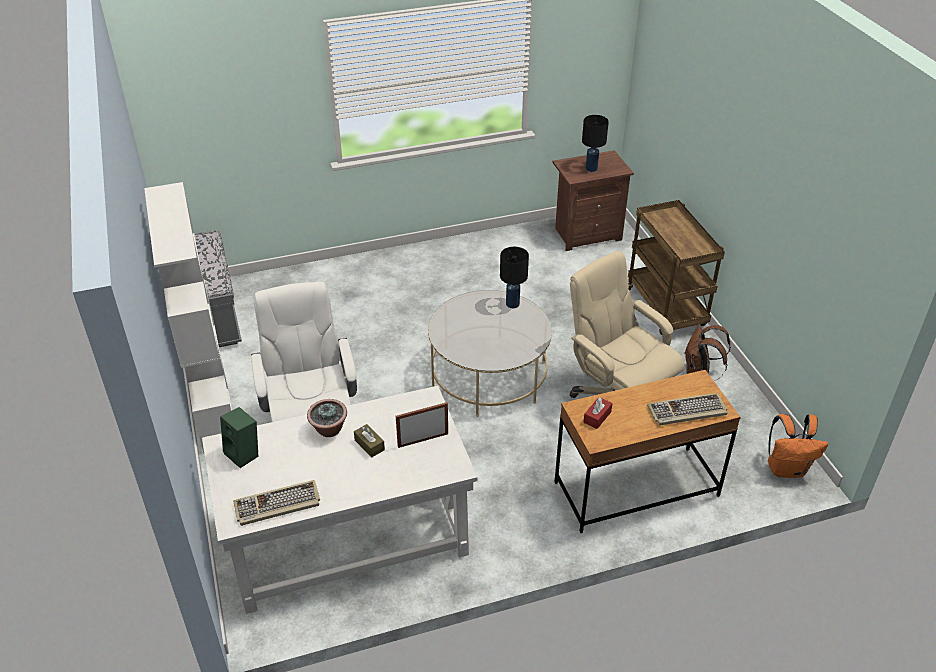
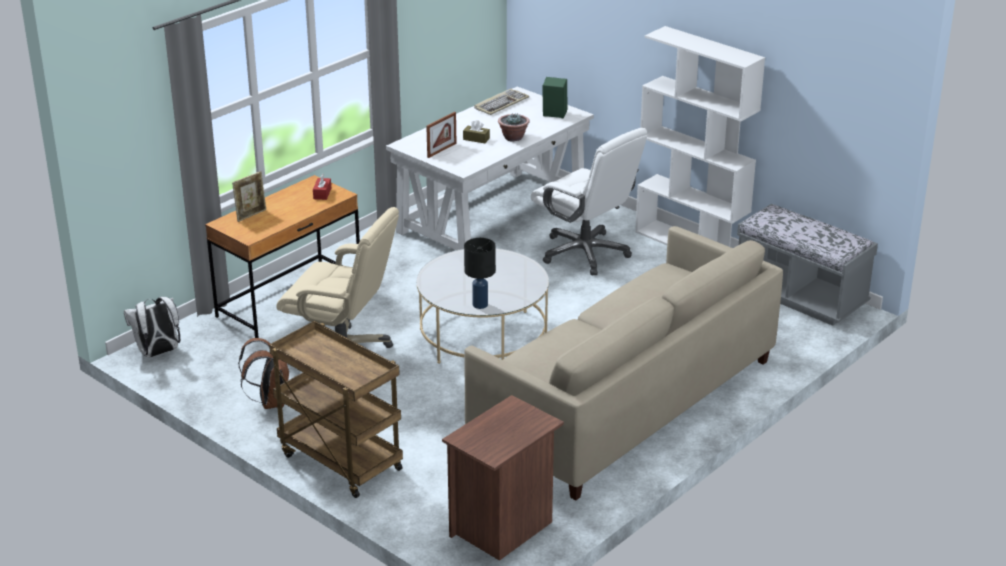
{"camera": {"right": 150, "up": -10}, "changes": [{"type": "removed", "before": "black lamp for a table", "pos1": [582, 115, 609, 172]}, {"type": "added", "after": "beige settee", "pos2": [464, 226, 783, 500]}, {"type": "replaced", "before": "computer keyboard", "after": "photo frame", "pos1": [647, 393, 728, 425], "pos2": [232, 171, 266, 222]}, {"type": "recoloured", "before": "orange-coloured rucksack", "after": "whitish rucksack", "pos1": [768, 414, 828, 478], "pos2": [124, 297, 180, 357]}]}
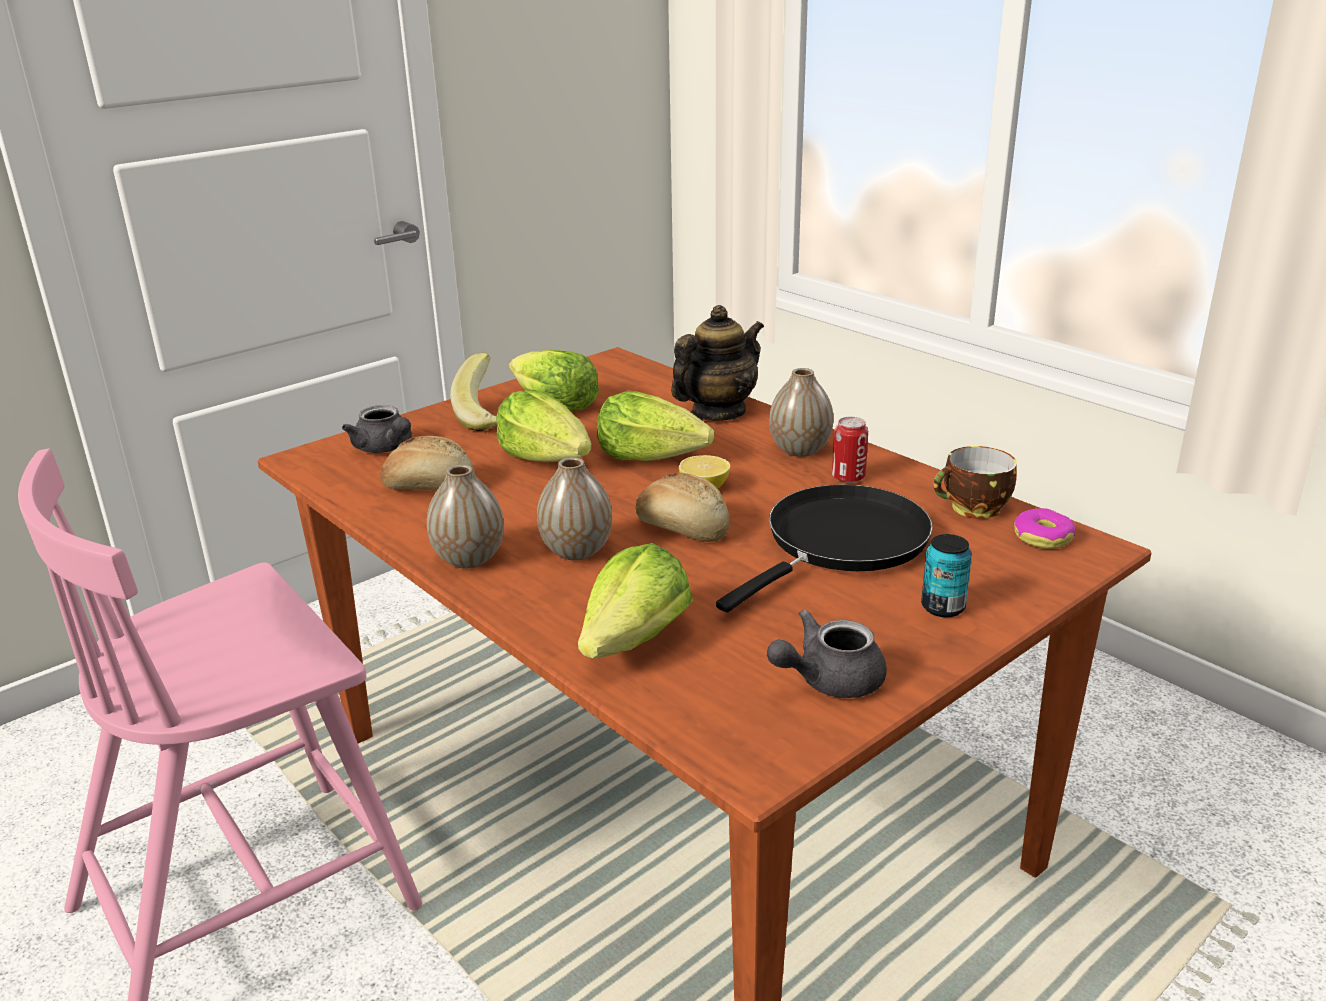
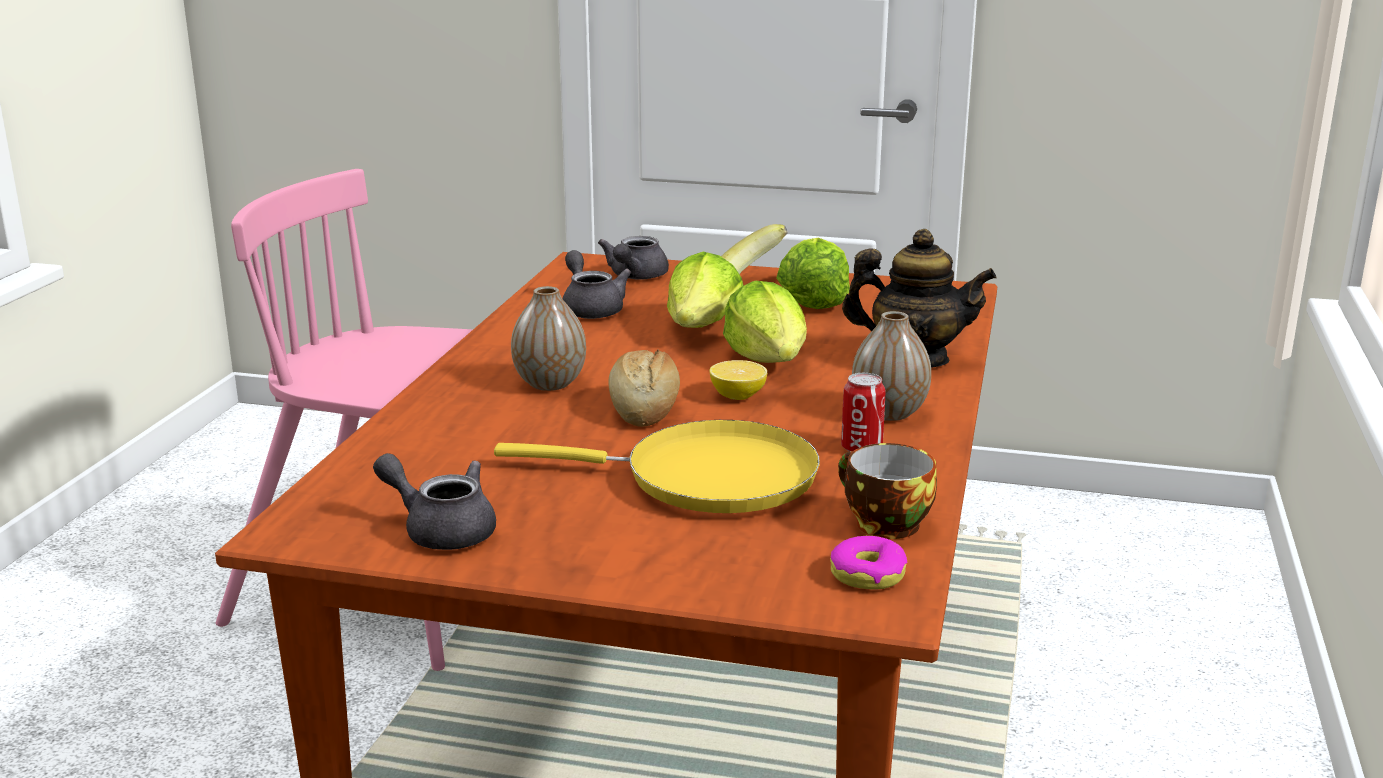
{"camera": {"right": 55, "up": -5}, "changes": [{"type": "removed", "before": "vase", "pos1": [427, 465, 504, 569]}, {"type": "removed", "before": "lettuce", "pos1": [578, 543, 693, 658]}, {"type": "removed", "before": "sealed can", "pos1": [921, 534, 972, 617]}, {"type": "replaced", "before": "bakery bread", "after": "greyish teapot", "pos1": [380, 436, 476, 491], "pos2": [562, 250, 631, 319]}, {"type": "recoloured", "before": "black pan", "after": "yellowish pan", "pos1": [716, 484, 933, 612], "pos2": [494, 420, 820, 513]}]}
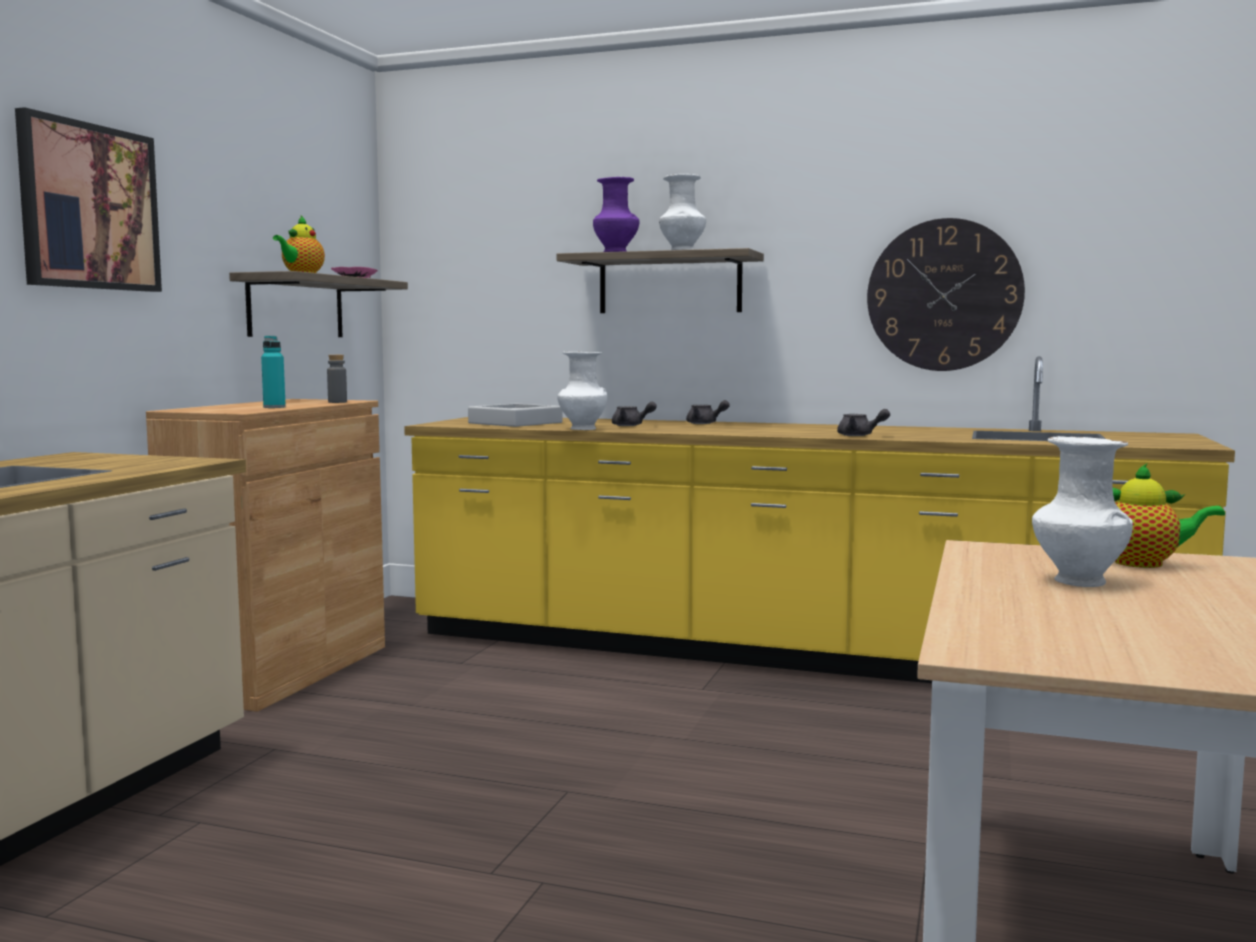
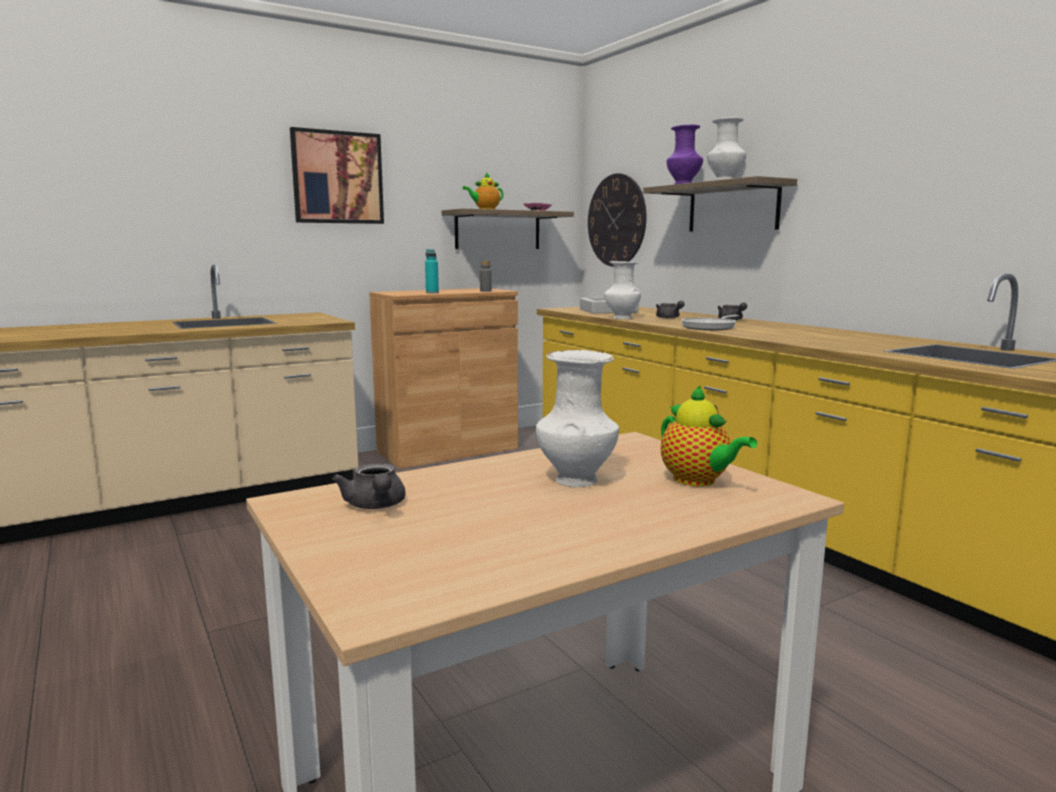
{"camera": {"right": 40, "up": 5}, "changes": [{"type": "added", "after": "pan", "pos2": [682, 315, 739, 330]}, {"type": "moved", "before": "greyish teapot", "pos1": [837, 409, 890, 436], "pos2": [332, 463, 405, 509]}, {"type": "moved", "before": "hanging clock", "pos1": [867, 218, 1025, 371], "pos2": [588, 173, 646, 267]}]}
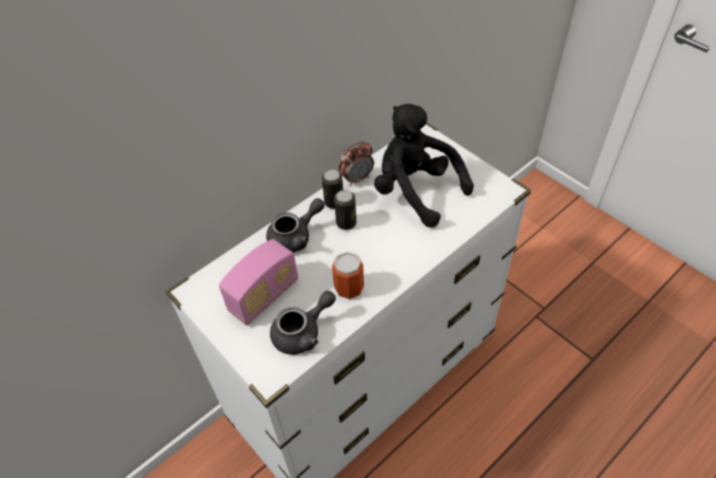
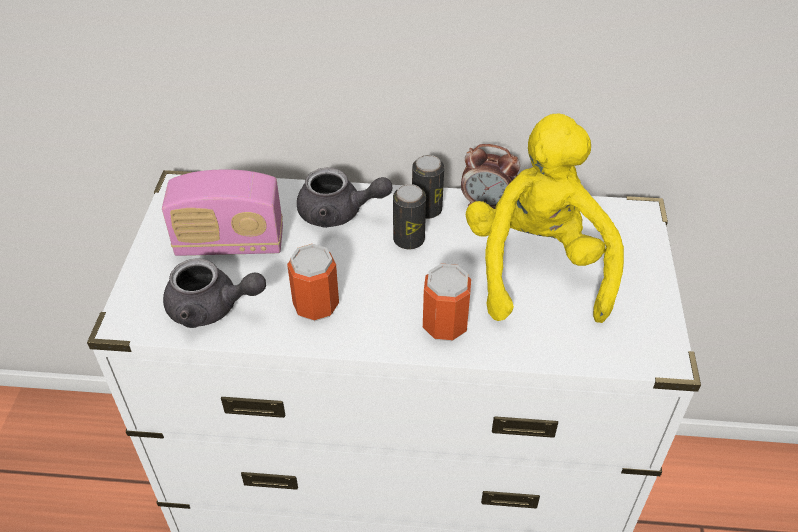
{"camera": {"right": 45, "up": -5}, "changes": [{"type": "added", "after": "sealed can", "pos2": [423, 263, 471, 341]}, {"type": "recoloured", "before": "black cuddly toy", "after": "yellowish cuddly toy", "pos1": [374, 104, 474, 228], "pos2": [466, 114, 624, 323]}]}
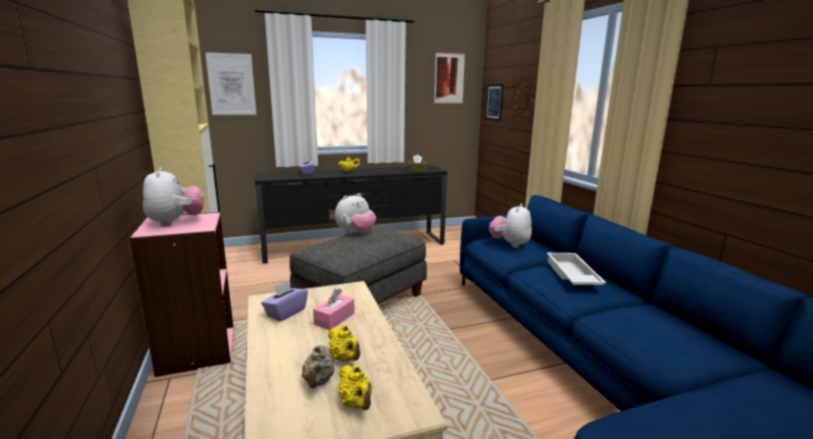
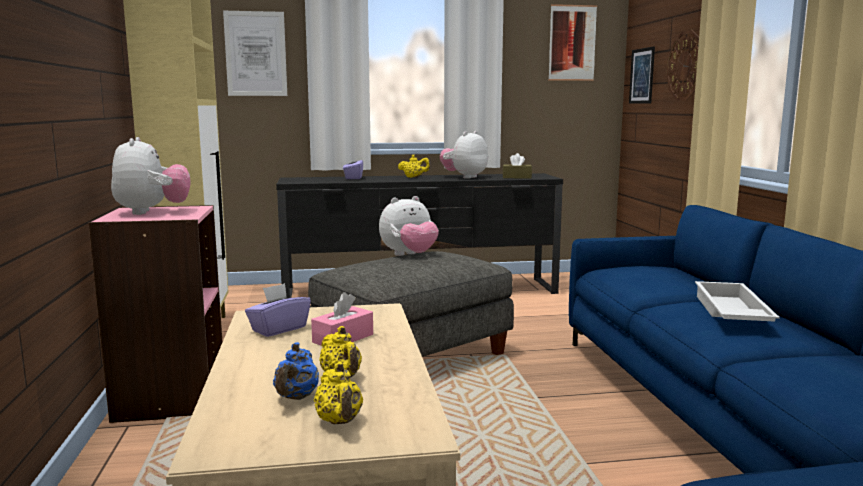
{"camera": {"right": 10, "up": -5}, "changes": [{"type": "moved", "before": "cuddly toy", "pos1": [489, 203, 532, 248], "pos2": [440, 131, 488, 179]}, {"type": "recoloured", "before": "beige teapot", "after": "bluish teapot", "pos1": [302, 345, 334, 388], "pos2": [273, 342, 319, 400]}]}
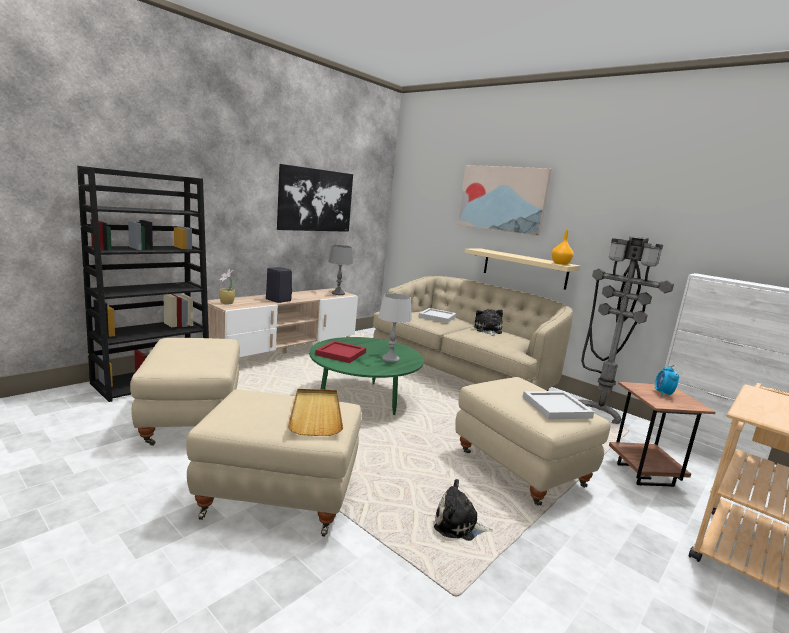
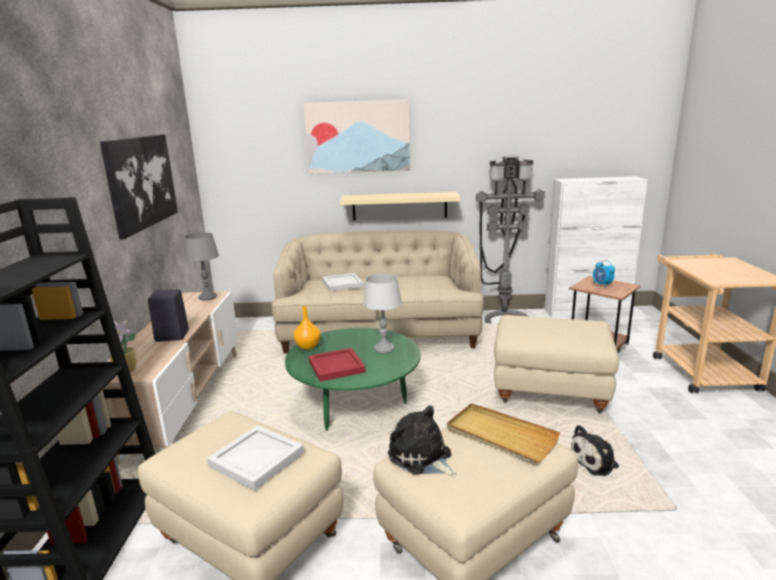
{"camera": {"right": -40, "up": 5}, "changes": [{"type": "moved", "before": "cuddly toy", "pos1": [474, 309, 503, 336], "pos2": [388, 405, 457, 476]}, {"type": "moved", "before": "whitish serving tray", "pos1": [522, 391, 594, 420], "pos2": [207, 425, 304, 491]}, {"type": "moved", "before": "orange-coloured vase", "pos1": [552, 230, 574, 265], "pos2": [293, 306, 320, 350]}]}
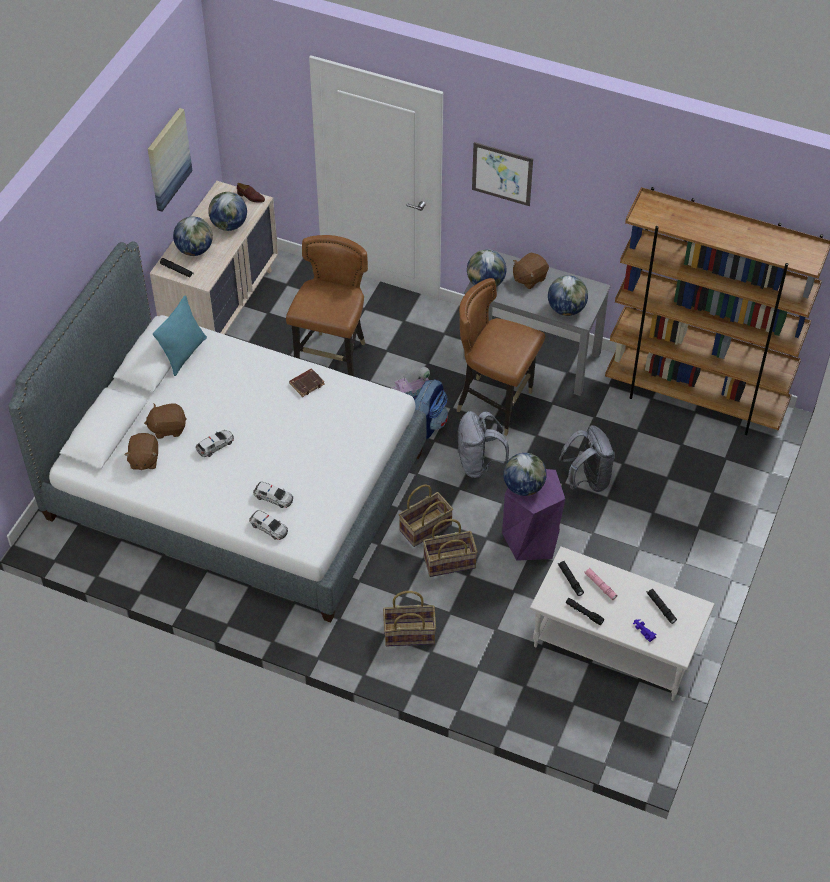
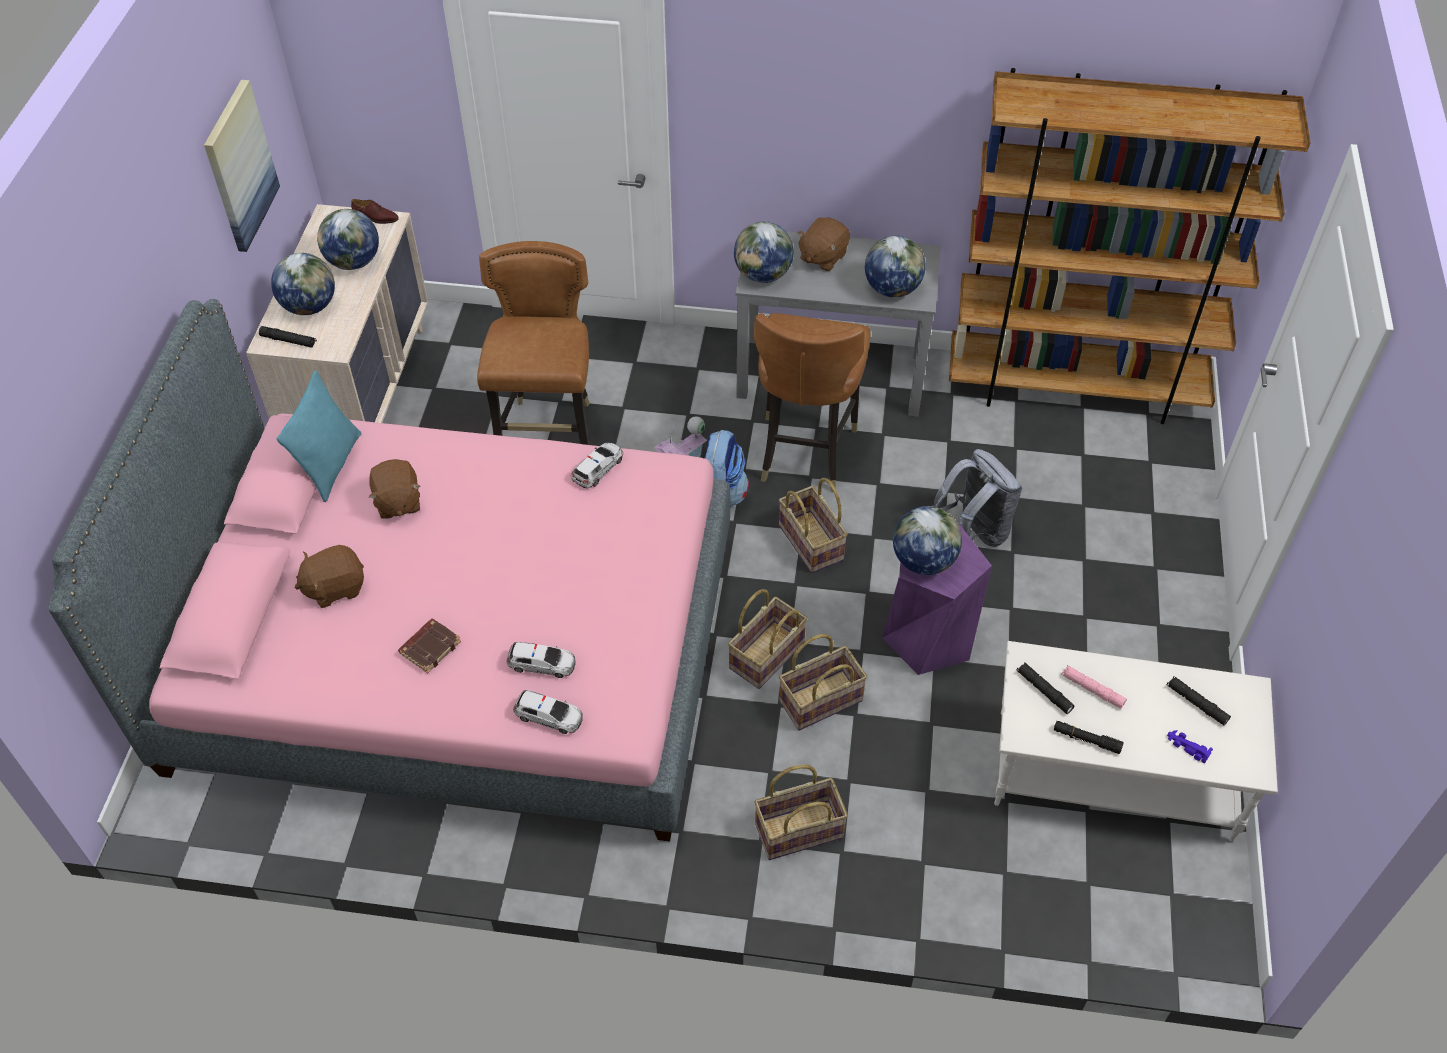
{"camera": {"right": -15, "up": 0}, "changes": [{"type": "removed", "before": "wall picture", "pos1": [472, 142, 533, 206]}, {"type": "moved", "before": "brown cuddly toy", "pos1": [124, 433, 158, 470], "pos2": [369, 459, 420, 519]}, {"type": "moved", "before": "model car", "pos1": [196, 430, 234, 457], "pos2": [571, 443, 623, 488]}, {"type": "moved", "before": "brown book", "pos1": [289, 369, 325, 397], "pos2": [398, 618, 461, 673]}, {"type": "replaced", "before": "greyish rucksack", "after": "storage basket", "pos1": [457, 411, 509, 478], "pos2": [779, 478, 848, 573]}, {"type": "recoloured", "before": "whitish bedroom bed", "after": "pink-coloured bedroom bed", "pos1": [8, 241, 427, 623], "pos2": [48, 299, 730, 842]}, {"type": "turned", "before": "brown chair", "pos1": [457, 278, 545, 436], "pos2": [754, 313, 871, 492], "turn": -90}]}
